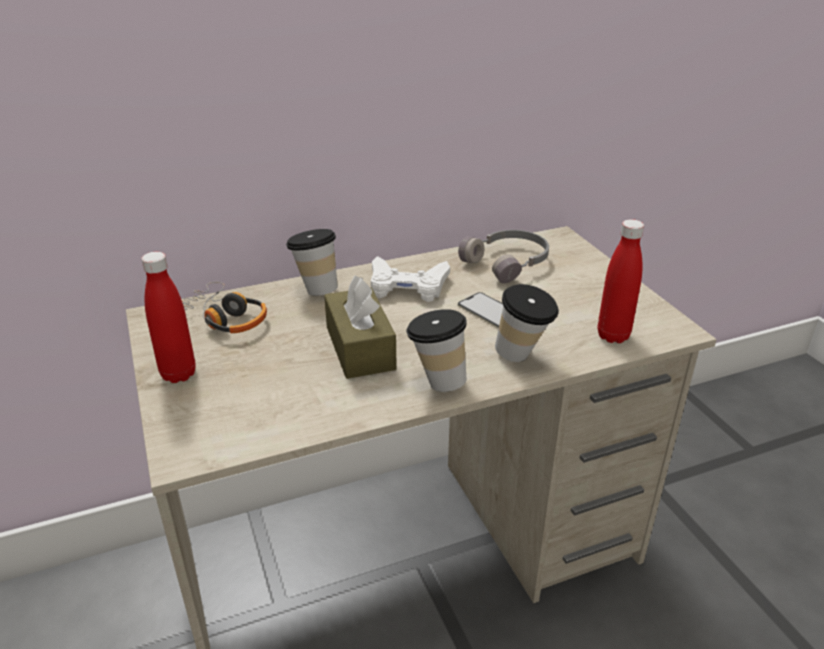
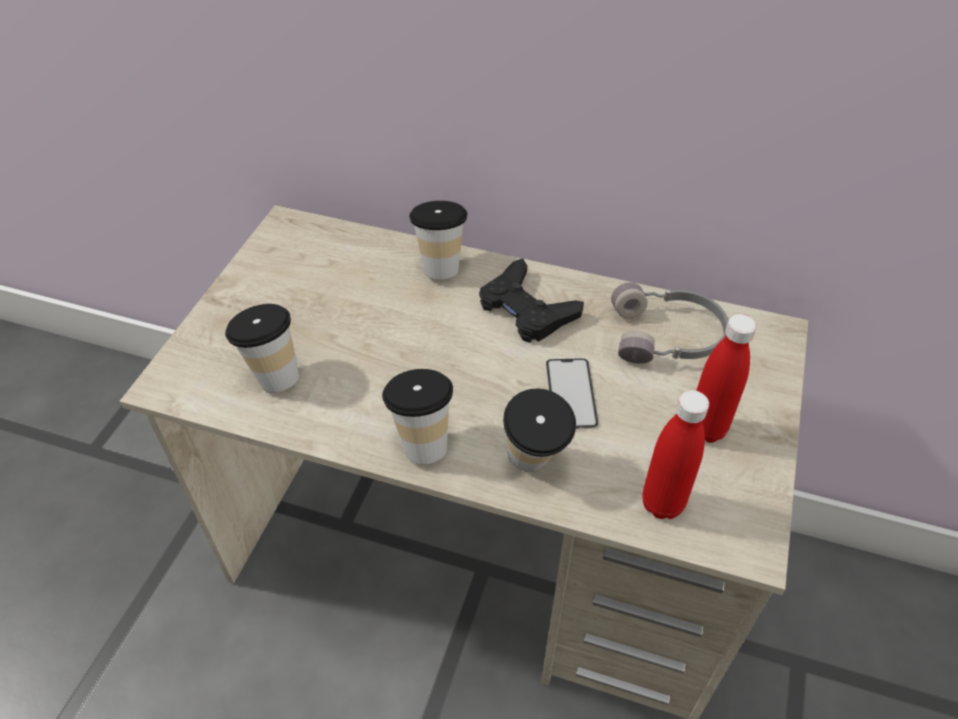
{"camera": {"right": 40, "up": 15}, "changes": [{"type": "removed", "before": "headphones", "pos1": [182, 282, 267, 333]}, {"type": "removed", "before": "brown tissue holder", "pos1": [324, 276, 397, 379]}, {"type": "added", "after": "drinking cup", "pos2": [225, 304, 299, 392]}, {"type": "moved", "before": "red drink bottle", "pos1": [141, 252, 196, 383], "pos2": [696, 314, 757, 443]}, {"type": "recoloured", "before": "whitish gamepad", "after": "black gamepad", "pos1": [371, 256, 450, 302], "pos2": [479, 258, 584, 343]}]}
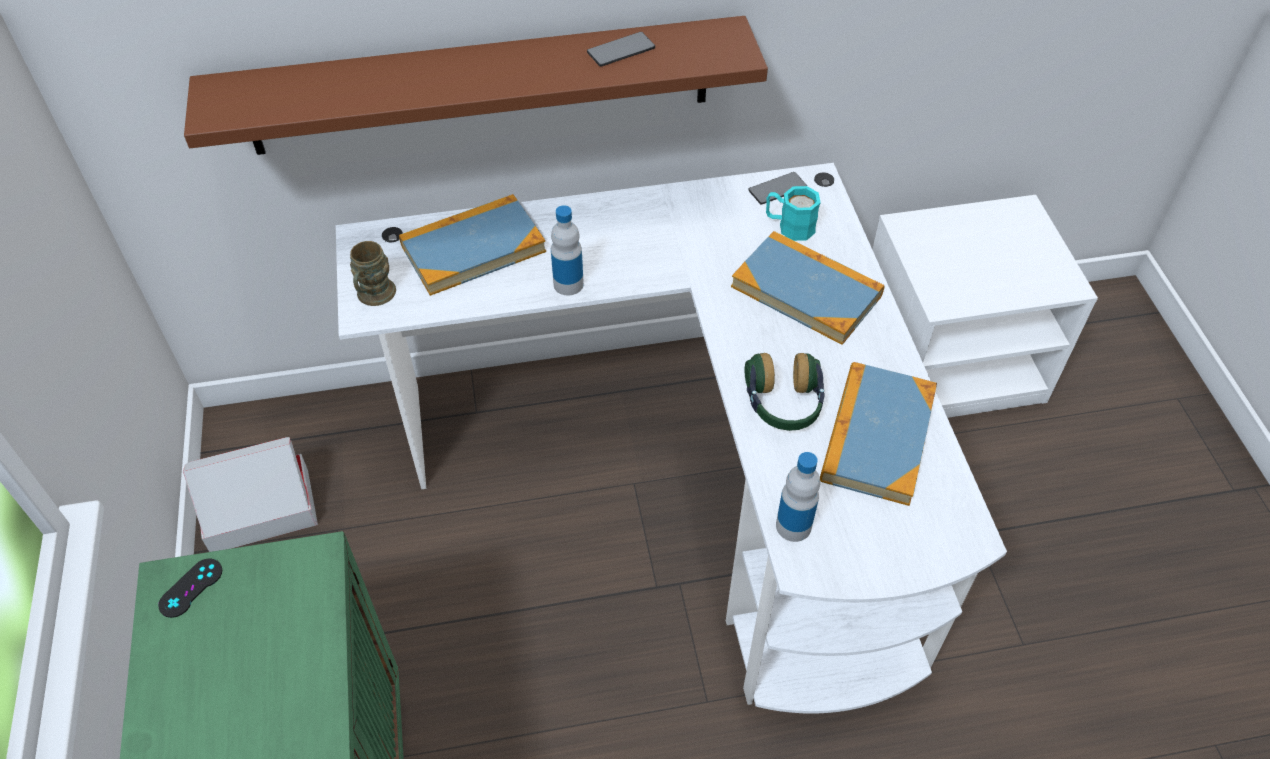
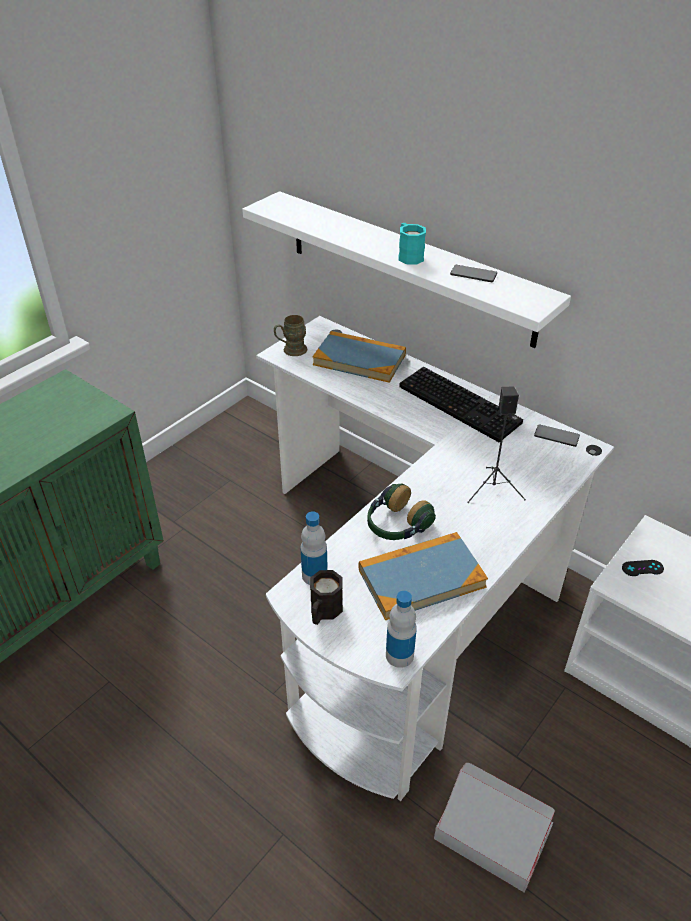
{"camera": {"right": 50, "up": -10}, "changes": [{"type": "added", "after": "black coffee mug", "pos2": [310, 570, 343, 625]}, {"type": "added", "after": "computer keyboard", "pos2": [399, 367, 523, 442]}, {"type": "moved", "before": "black gamepad", "pos1": [158, 559, 222, 618], "pos2": [622, 560, 664, 576]}, {"type": "moved", "before": "packing box", "pos1": [183, 437, 318, 552], "pos2": [434, 763, 555, 893]}, {"type": "moved", "before": "drink bottle", "pos1": [551, 205, 584, 295], "pos2": [386, 591, 417, 668]}, {"type": "moved", "before": "blue-green coffee mug", "pos1": [766, 186, 821, 241], "pos2": [399, 223, 426, 265]}, {"type": "replaced", "before": "book", "after": "black audio speaker", "pos1": [731, 231, 885, 345], "pos2": [467, 386, 526, 503]}, {"type": "recoloured", "before": "brown wall shelf", "after": "whitish wall shelf", "pos1": [184, 16, 768, 155], "pos2": [242, 191, 571, 348]}]}
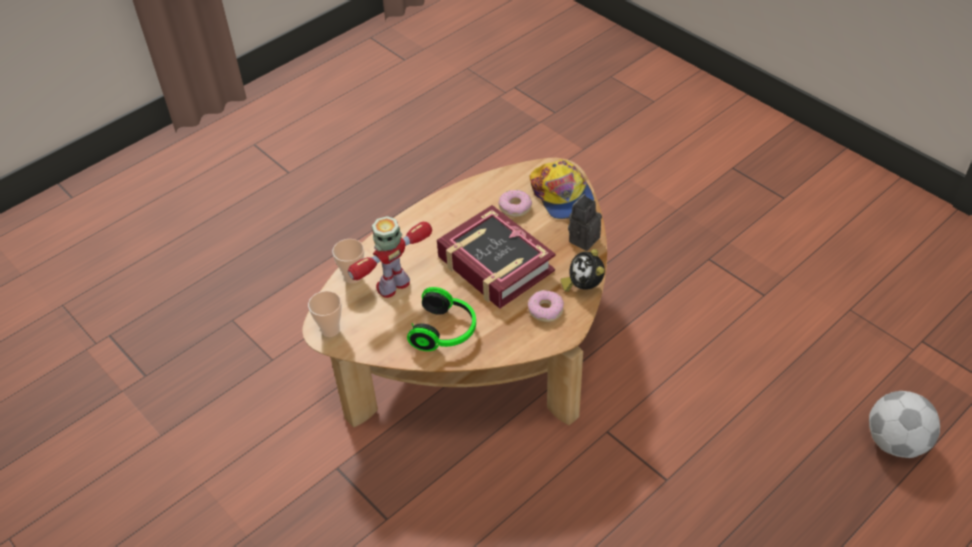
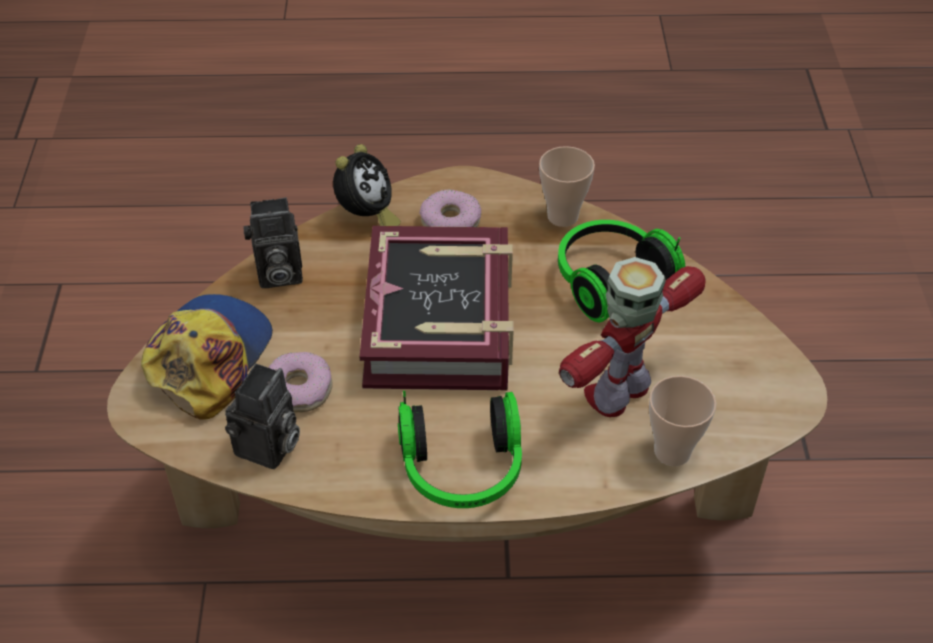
{"camera": {"right": -140, "up": 0}, "changes": [{"type": "removed", "before": "football ball", "pos1": [869, 391, 940, 458]}, {"type": "added", "after": "still camera", "pos2": [225, 363, 300, 469]}, {"type": "added", "after": "headphones", "pos2": [398, 391, 522, 508]}, {"type": "moved", "before": "drinking cup", "pos1": [308, 291, 342, 337], "pos2": [539, 146, 595, 227]}, {"type": "turned", "before": "model robot", "pos1": [348, 216, 432, 298], "pos2": [559, 257, 706, 417], "turn": 135}]}
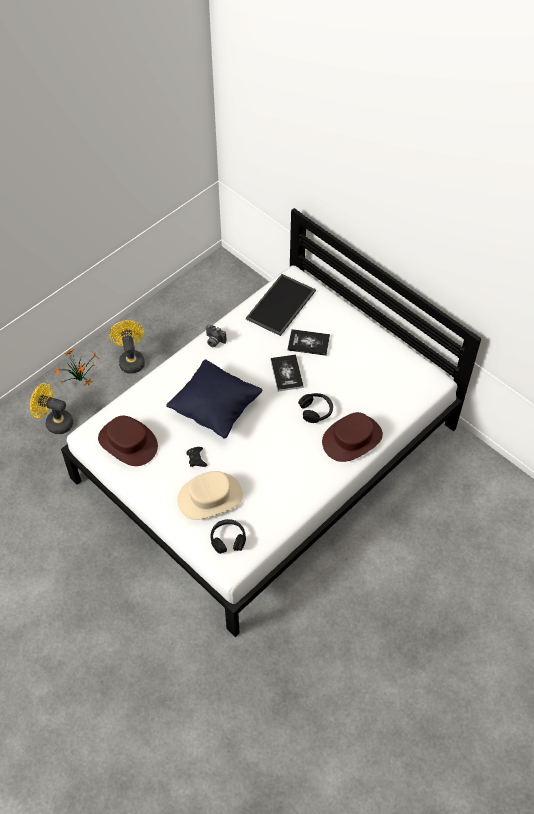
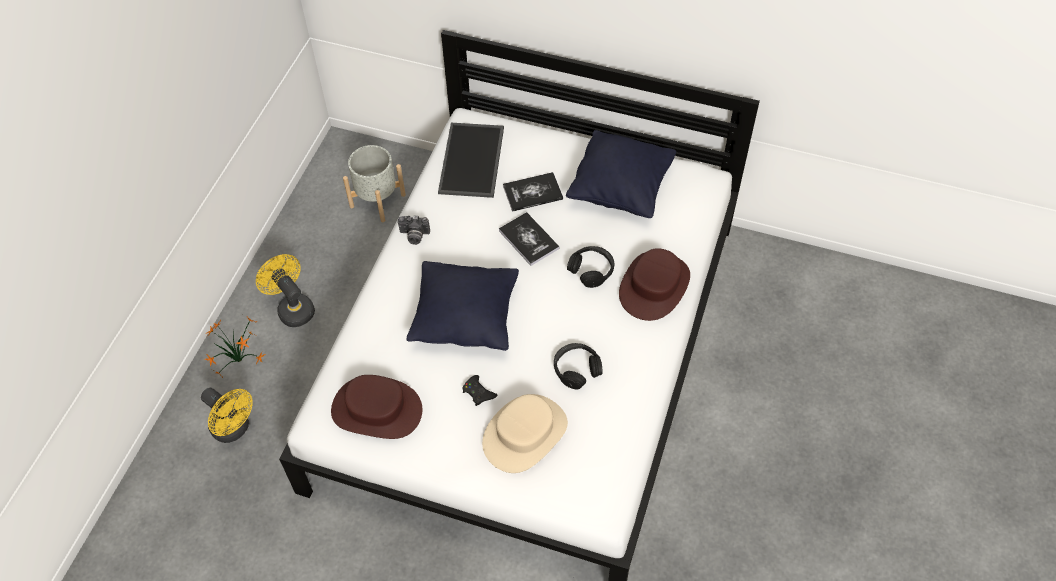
{"camera": {"right": -25, "up": 0}, "changes": [{"type": "added", "after": "greyish flower pot", "pos2": [343, 145, 406, 222]}, {"type": "added", "after": "black throw pillow", "pos2": [566, 130, 676, 218]}, {"type": "moved", "before": "black headphones", "pos1": [211, 519, 246, 554], "pos2": [554, 343, 602, 389]}, {"type": "turned", "before": "yellowish electric fan", "pos1": [30, 383, 73, 434], "pos2": [201, 388, 253, 443], "turn": -135}]}
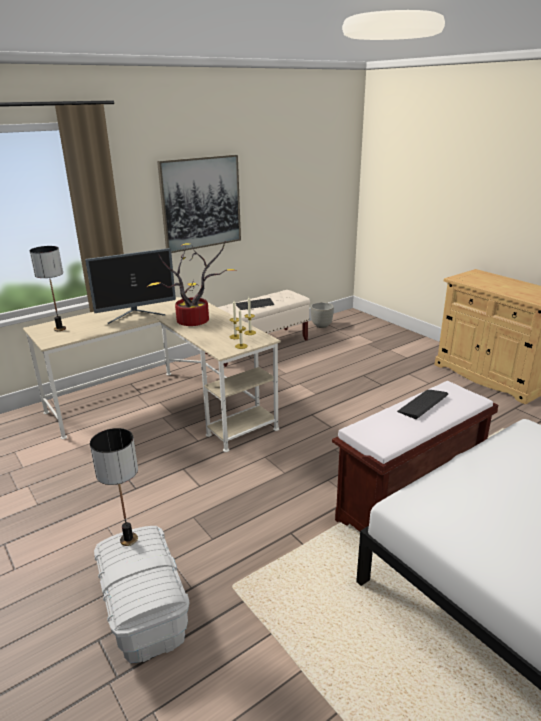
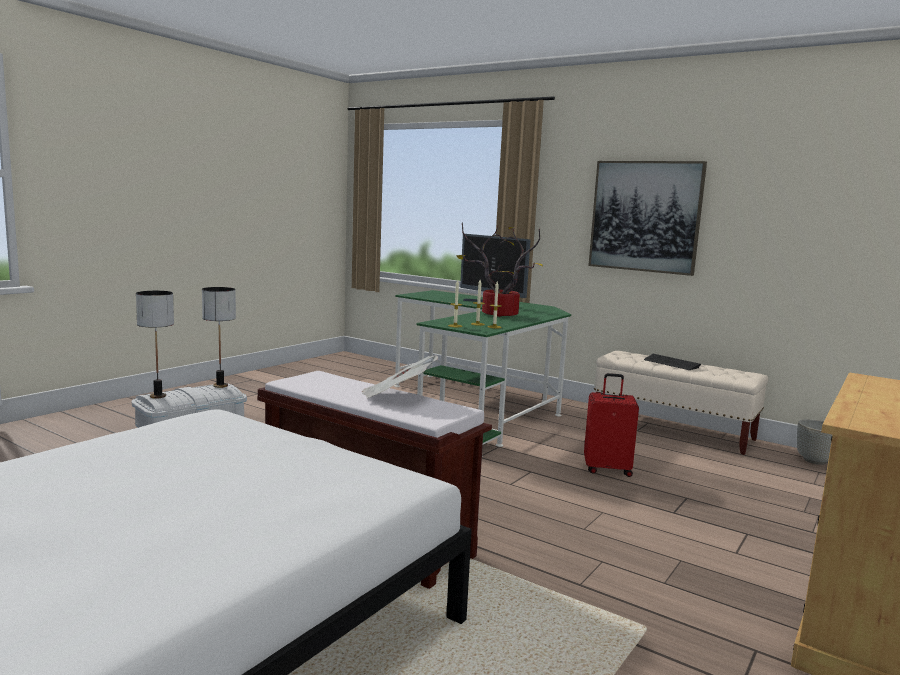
{"camera": {"right": 70, "up": -15}, "changes": [{"type": "added", "after": "red suitcase", "pos2": [584, 373, 639, 477]}, {"type": "moved", "before": "lamp for a table", "pos1": [29, 246, 66, 331], "pos2": [136, 291, 174, 399]}, {"type": "replaced", "before": "computer keyboard", "after": "newspaper", "pos1": [397, 390, 448, 419], "pos2": [362, 356, 438, 398]}, {"type": "recoloured", "before": "beige desk", "after": "green desk", "pos1": [23, 297, 281, 452], "pos2": [394, 290, 571, 447]}]}
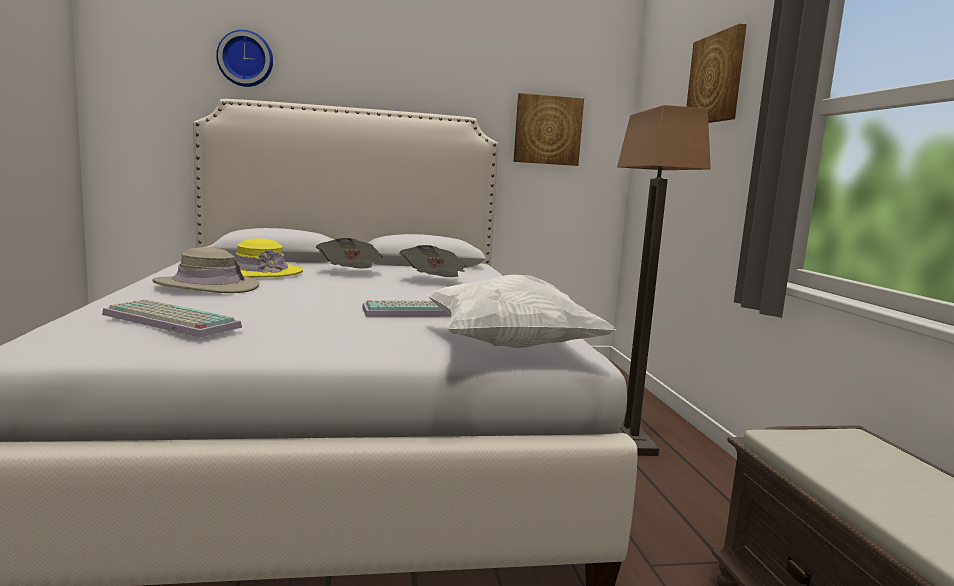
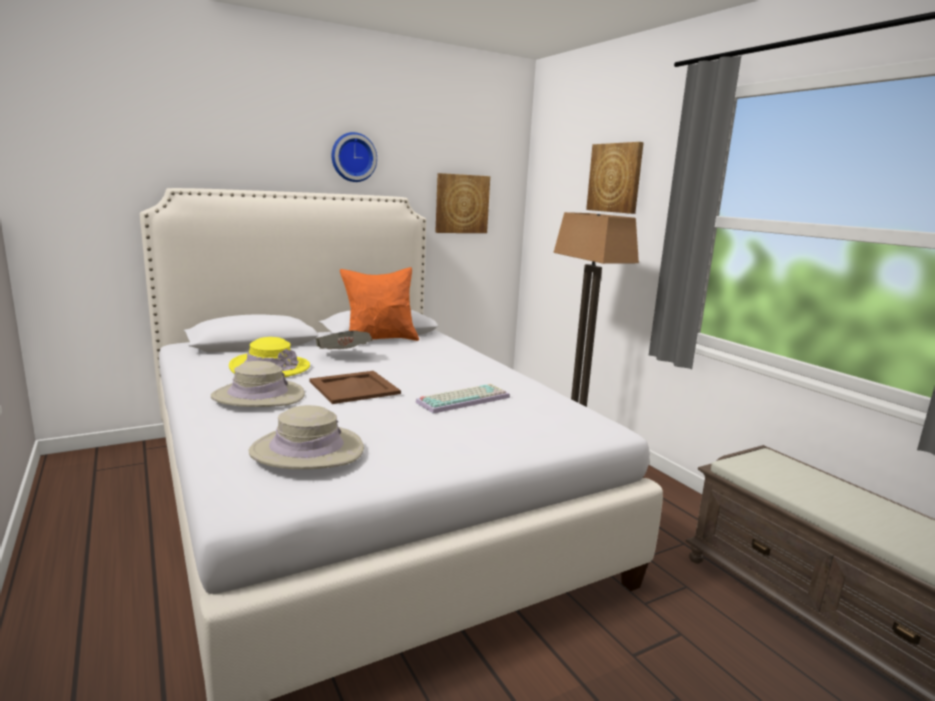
{"camera": {"right": -20, "up": 5}, "changes": [{"type": "removed", "before": "newspaper", "pos1": [399, 245, 466, 277]}, {"type": "removed", "before": "whitish throw pillow", "pos1": [427, 275, 617, 348]}, {"type": "added", "after": "brown serving tray", "pos2": [310, 371, 401, 404]}, {"type": "added", "after": "orange-coloured throw pillow", "pos2": [340, 267, 419, 341]}, {"type": "moved", "before": "hanging clock", "pos1": [216, 30, 273, 87], "pos2": [332, 132, 377, 182]}, {"type": "replaced", "before": "computer keyboard", "after": "beige clothing hat", "pos1": [102, 299, 242, 338], "pos2": [248, 405, 364, 469]}]}
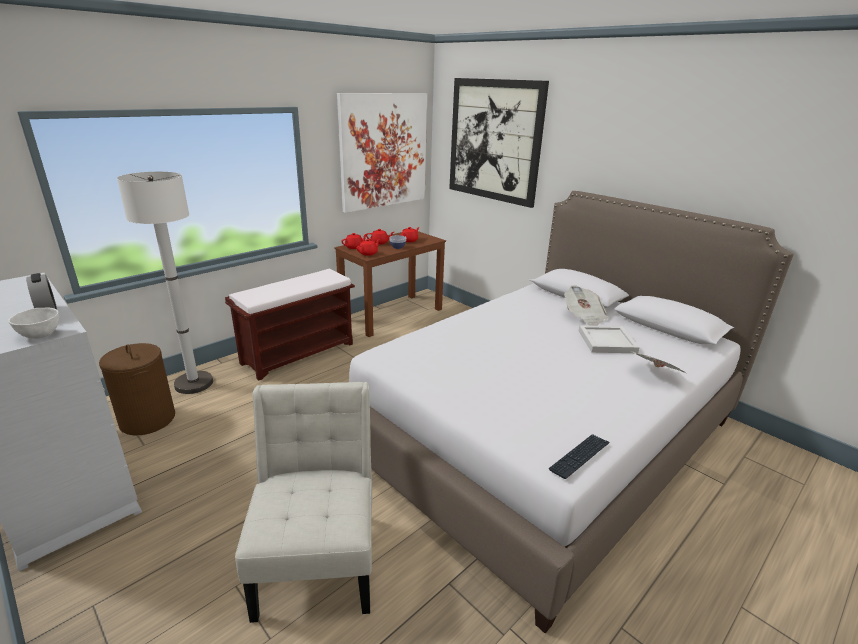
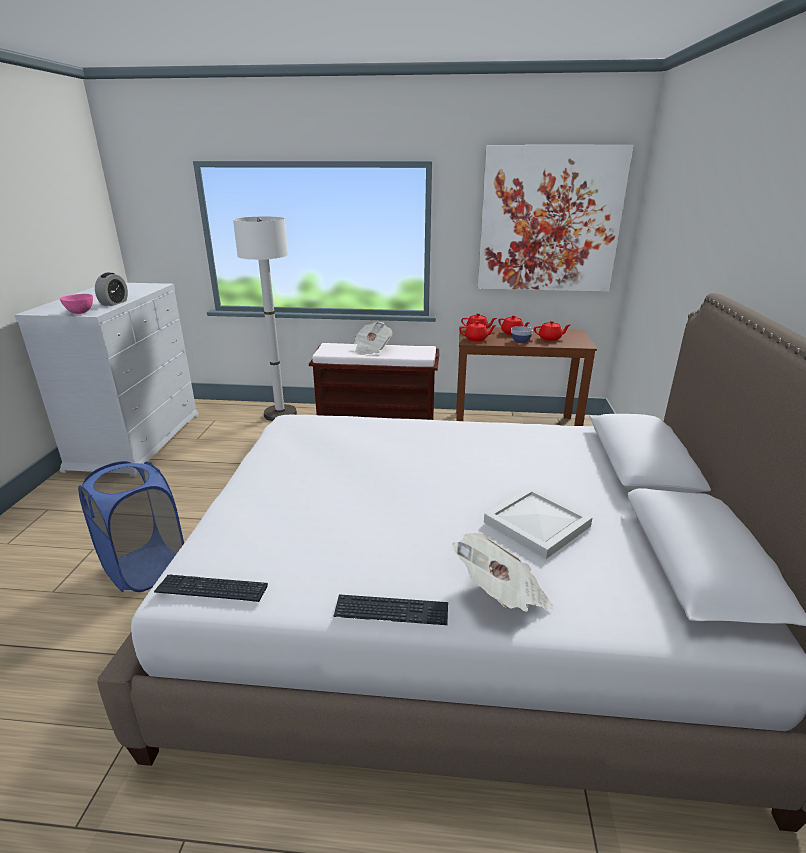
{"camera": {"right": 50, "up": 0}, "changes": [{"type": "removed", "before": "brown washing basket", "pos1": [99, 343, 175, 435]}, {"type": "removed", "before": "wall picture", "pos1": [449, 78, 549, 208]}, {"type": "added", "after": "computer keyboard", "pos2": [333, 594, 448, 625]}, {"type": "moved", "before": "newspaper", "pos1": [564, 285, 608, 326], "pos2": [354, 322, 393, 355]}, {"type": "replaced", "before": "whitish chair", "after": "bluish washing basket", "pos1": [235, 382, 372, 623], "pos2": [78, 461, 184, 592]}, {"type": "recoloured", "before": "whitish bowl", "after": "pink-coloured bowl", "pos1": [8, 308, 59, 339], "pos2": [60, 294, 93, 314]}]}
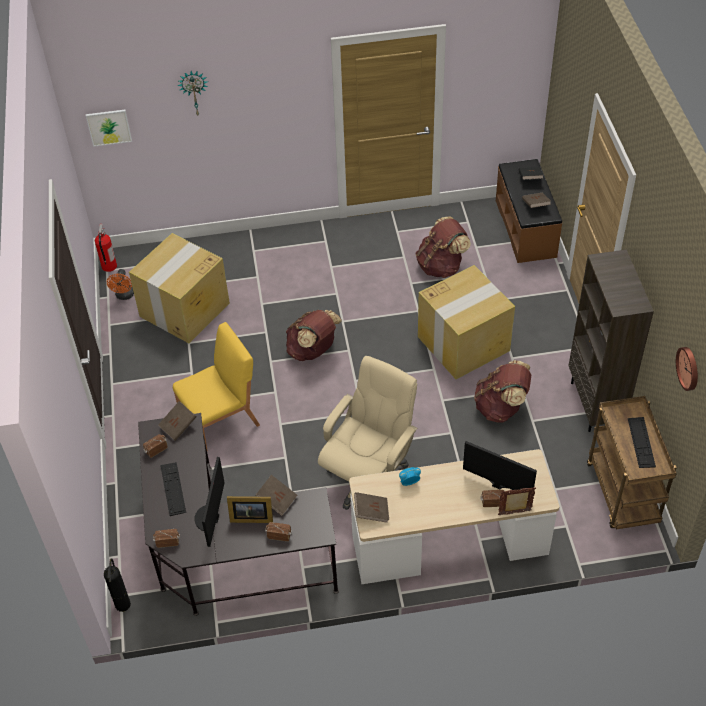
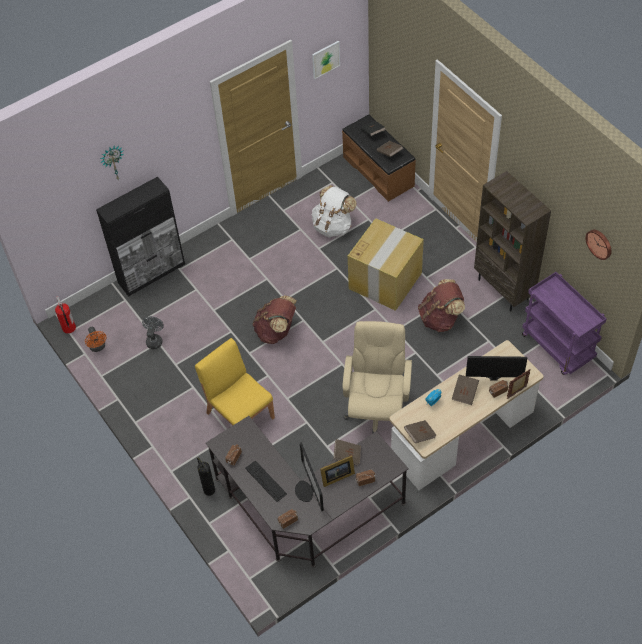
{"camera": {"right": -25, "up": 5}, "changes": [{"type": "removed", "before": "computer keyboard", "pos1": [628, 417, 656, 468]}, {"type": "added", "after": "black cupboard", "pos2": [96, 177, 185, 297]}, {"type": "moved", "before": "wall picture", "pos1": [86, 109, 132, 147], "pos2": [312, 41, 340, 79]}, {"type": "moved", "before": "fire-fighting cylinder", "pos1": [104, 558, 131, 612], "pos2": [197, 458, 215, 496]}, {"type": "moved", "before": "brown book", "pos1": [158, 401, 197, 441], "pos2": [452, 374, 479, 405]}, {"type": "replaced", "before": "packing box", "after": "greyish electric fan", "pos1": [129, 233, 230, 343], "pos2": [142, 316, 164, 349]}, {"type": "recoloured", "before": "brown rucksack", "after": "whitish rucksack", "pos1": [415, 216, 471, 278], "pos2": [312, 185, 356, 237]}, {"type": "recoloured", "before": "brown wheeled cart", "after": "purple wheeled cart", "pos1": [587, 396, 677, 530], "pos2": [522, 272, 607, 375]}, {"type": "turned", "before": "yellowish chair", "pos1": [173, 322, 260, 449], "pos2": [195, 338, 275, 426], "turn": -75}]}
